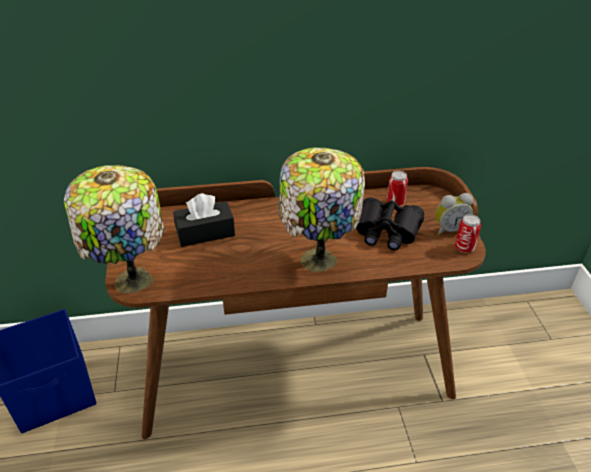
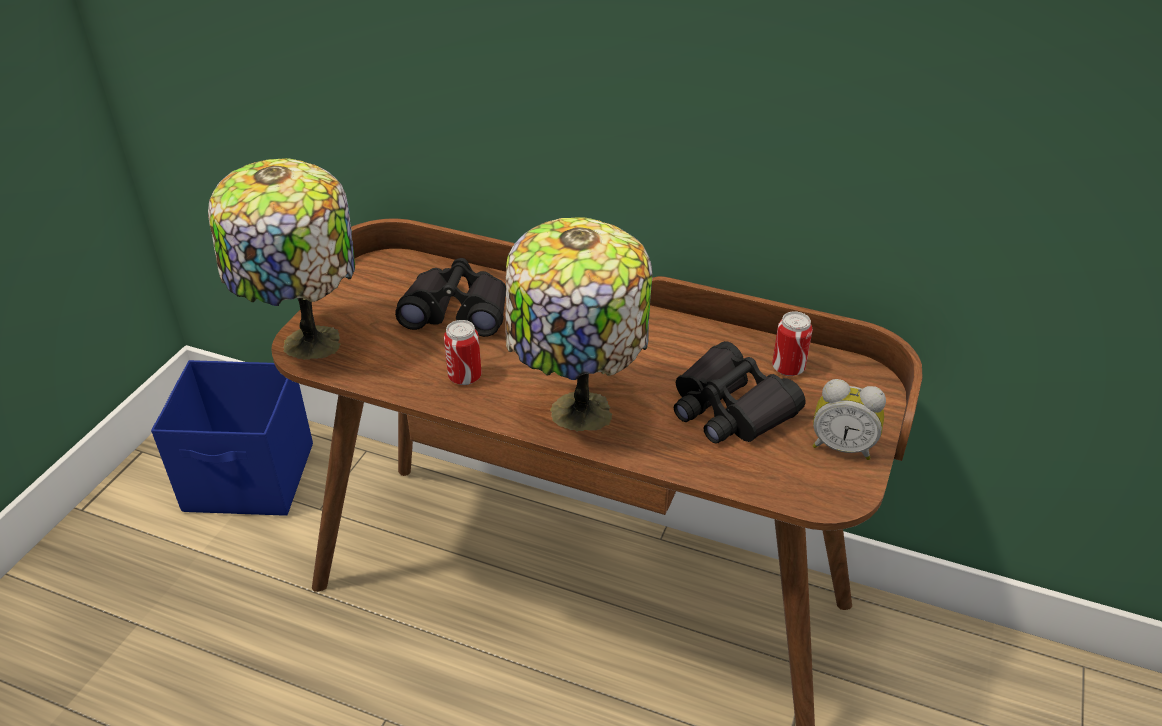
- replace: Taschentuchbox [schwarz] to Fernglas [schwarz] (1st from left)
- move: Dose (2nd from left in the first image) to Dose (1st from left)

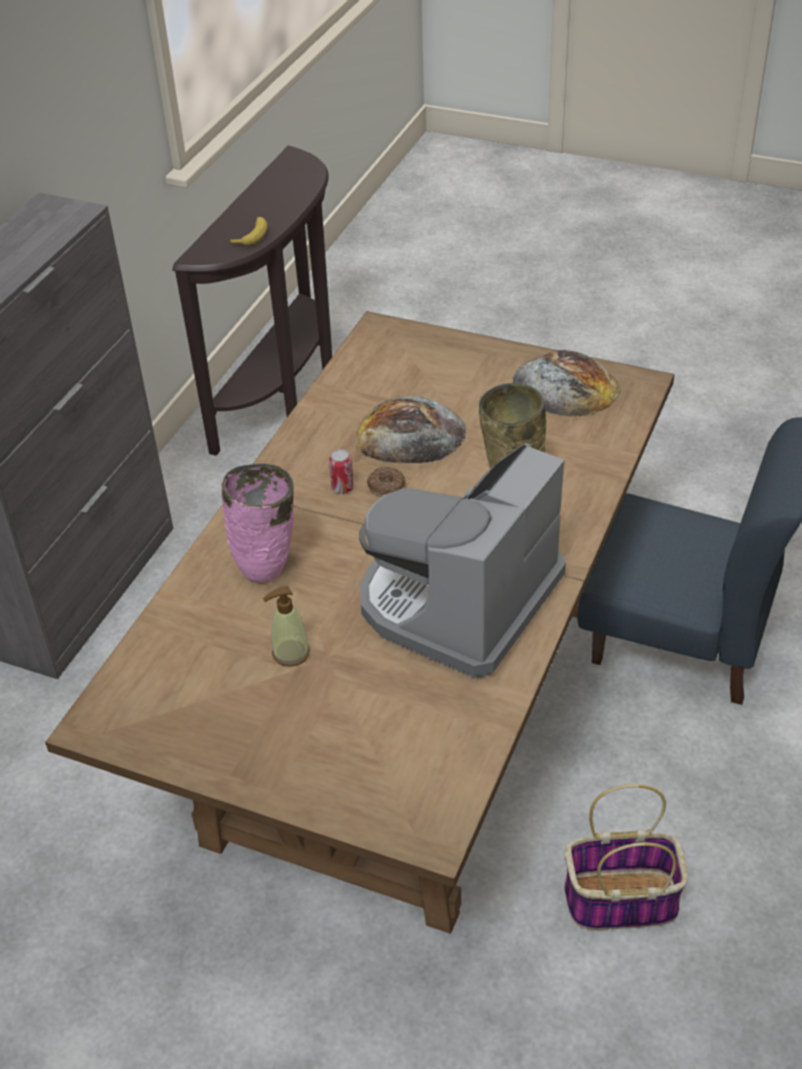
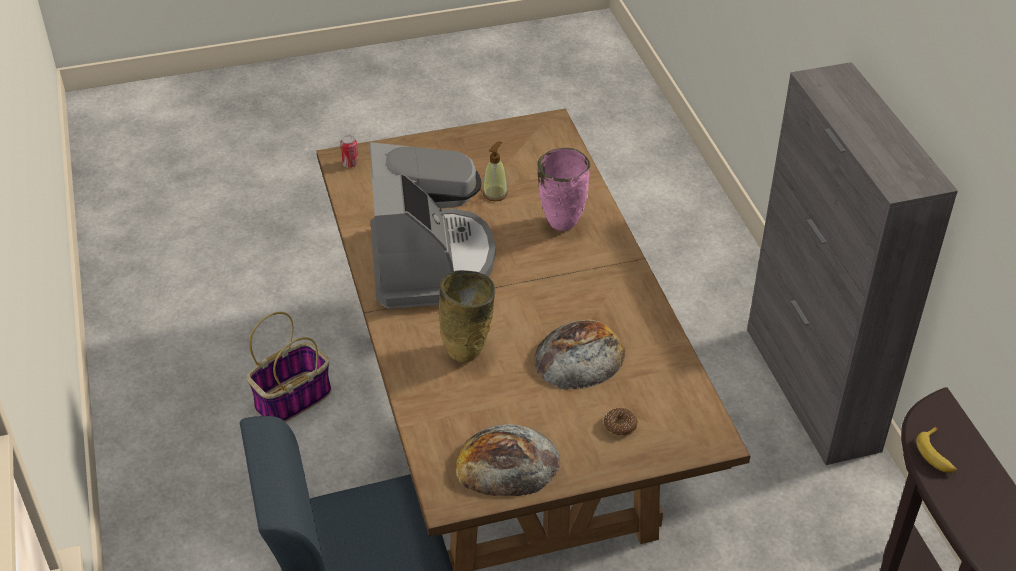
- move: Dose
- move: Donut

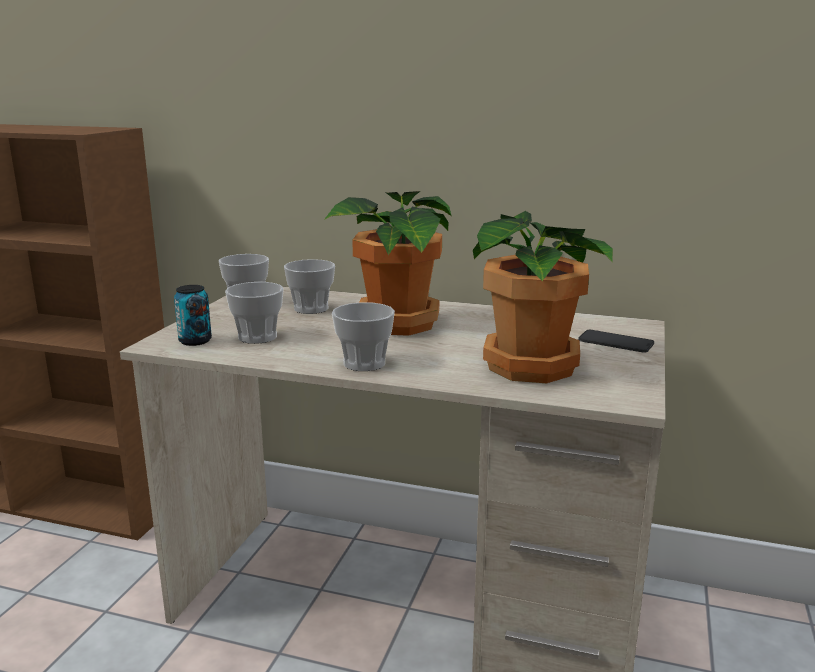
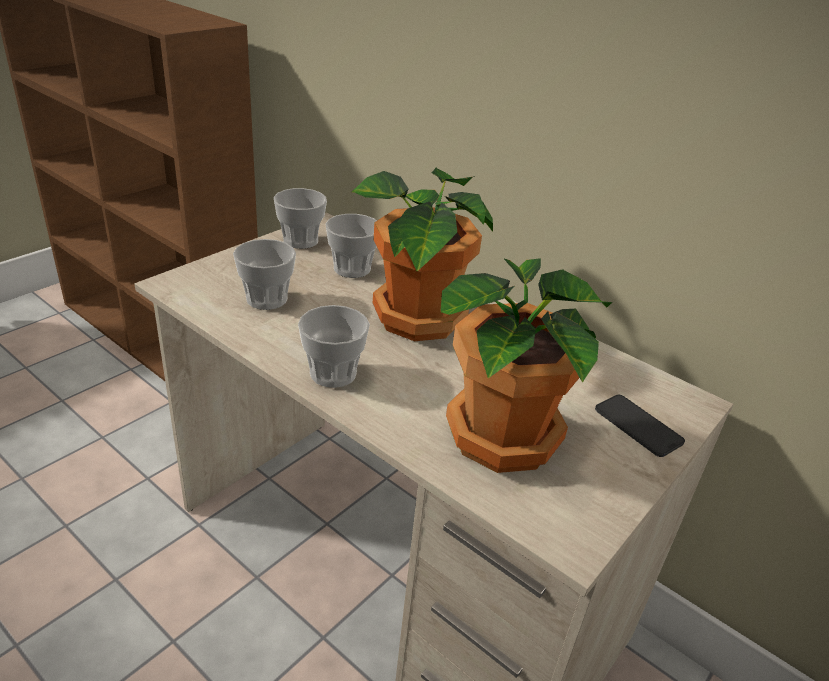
- delete: Dose

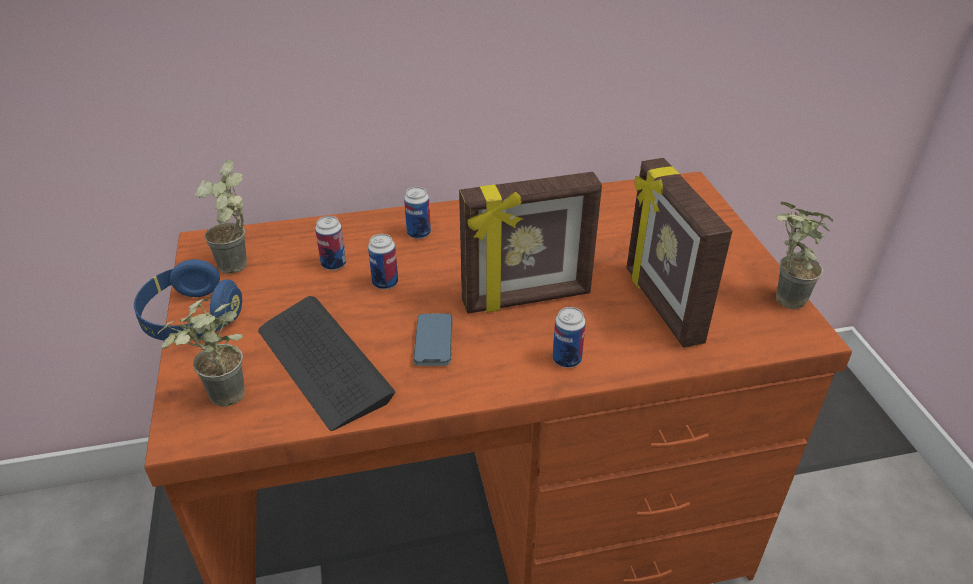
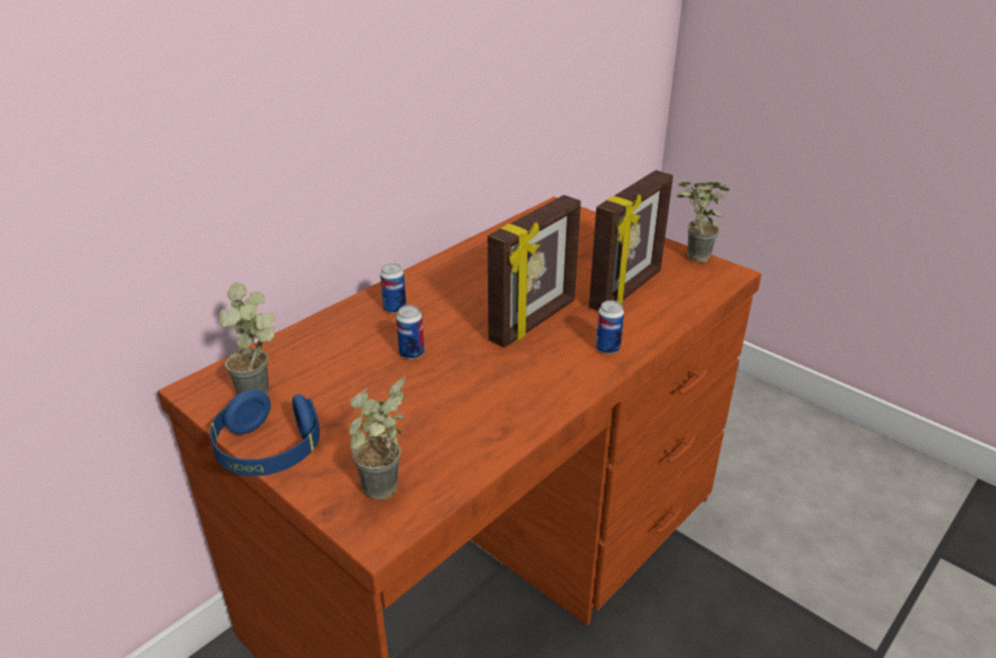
- rotate: Bilderrahmen (2nd from left) 90 degrees counterclockwise
- delete: Dose (1st from left)
- delete: Tastatur
- delete: Handy

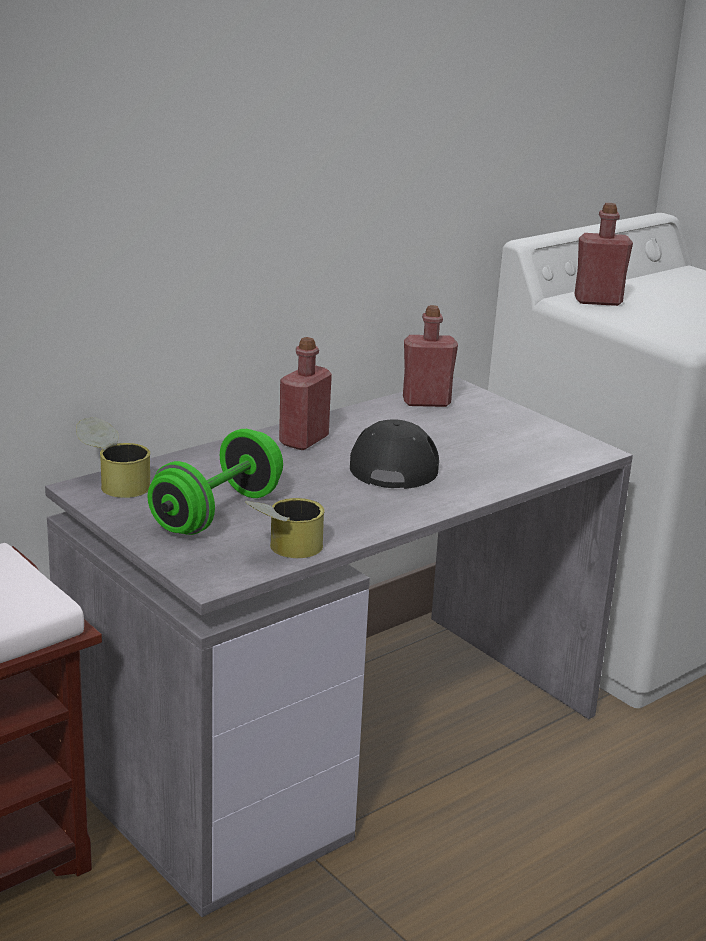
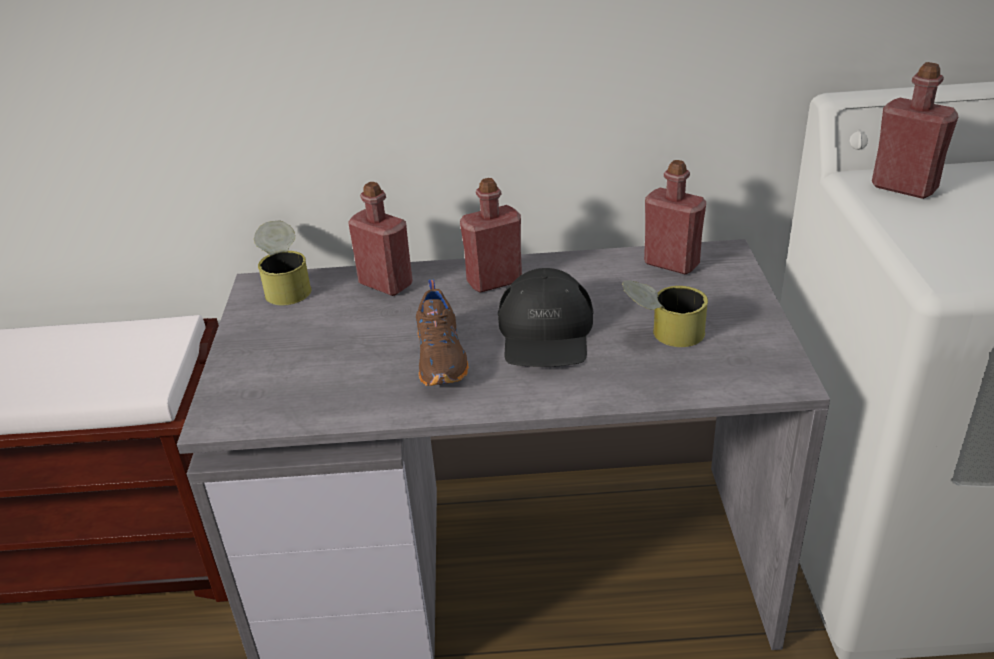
- rotate: Kappe [schwarz] 135 degrees clockwise
- delete: Hantel [grün]
- move: Dose (2nd from left)
- insert: Flasche [rot] (1st from left)
- insert: Schuh [braun]

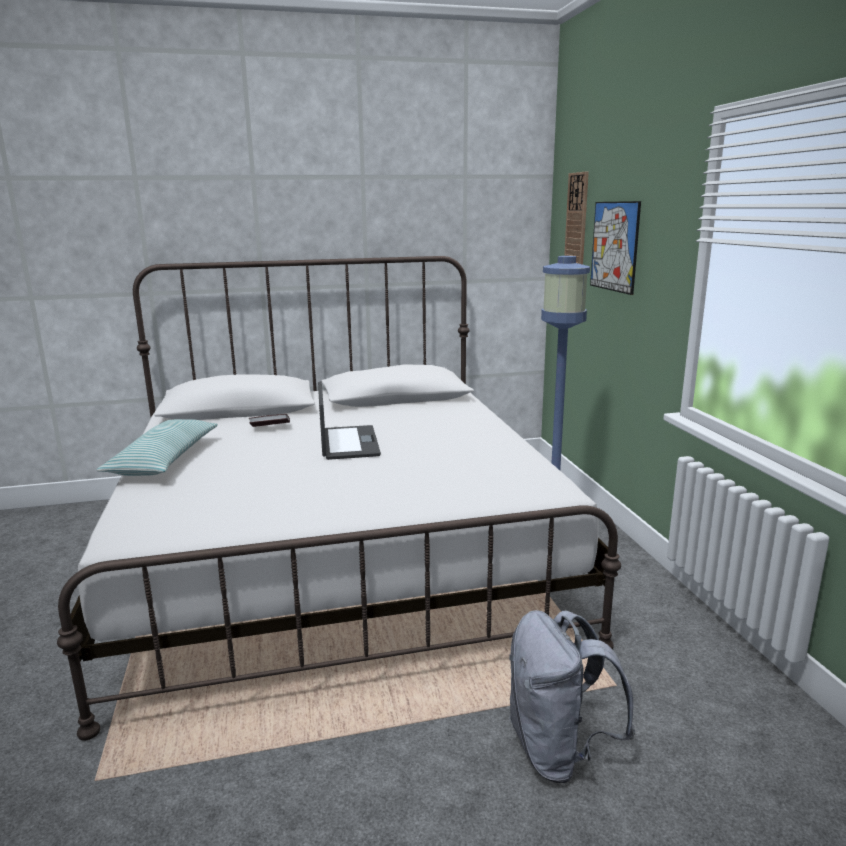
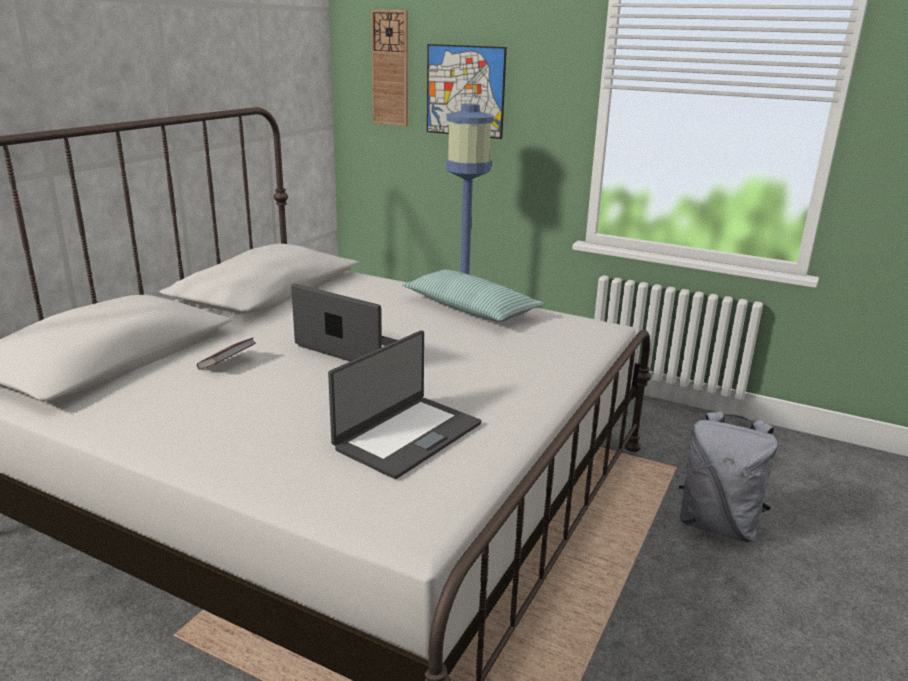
- move: Kissen
- insert: Laptop (2nd from left)

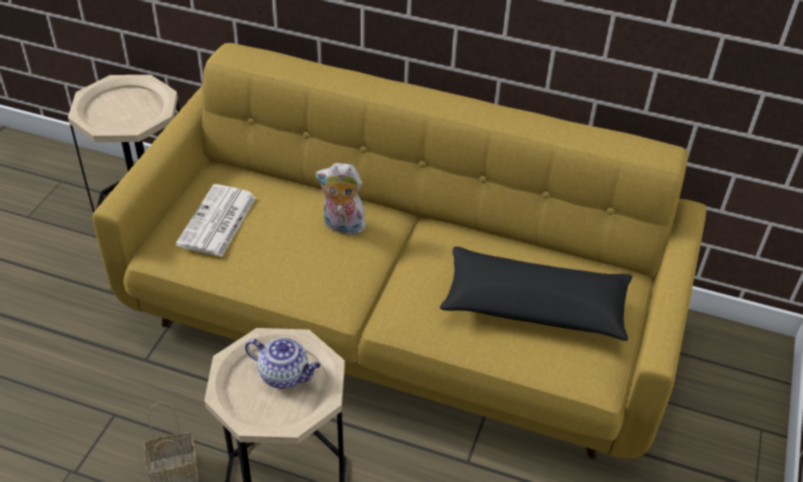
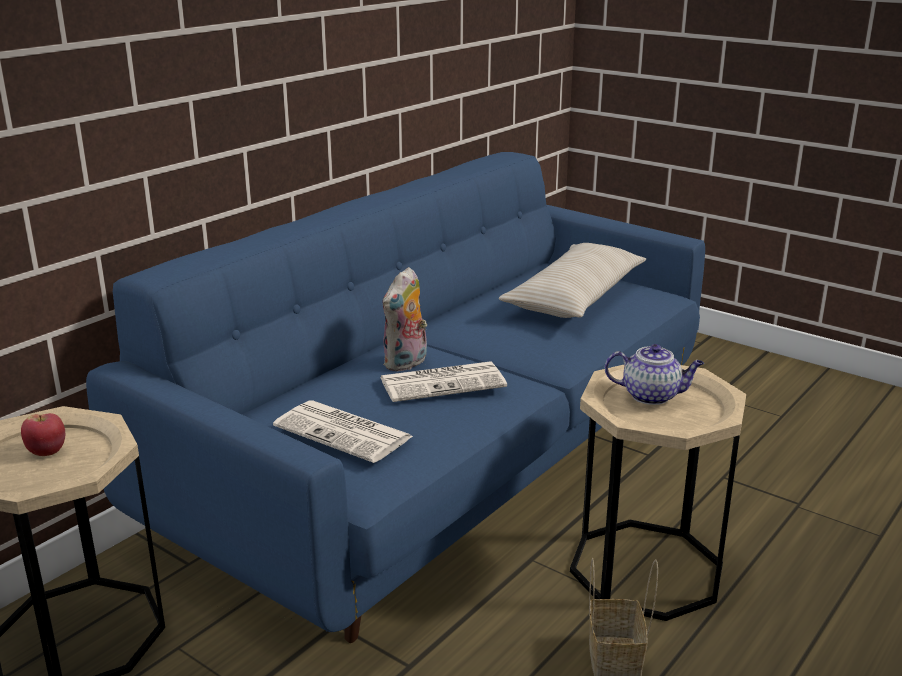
- recolor: Sofa [gelb] to Sofa [blau]
- recolor: Kissen [schwarz] to Kissen [beige]
- rotate: Teekanne 60 degrees clockwise
- insert: Zeitung (2nd from left)
- insert: Apfel

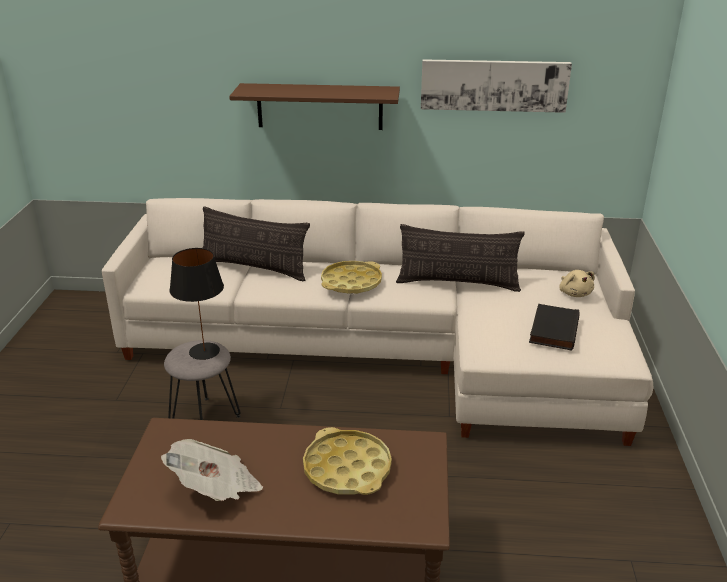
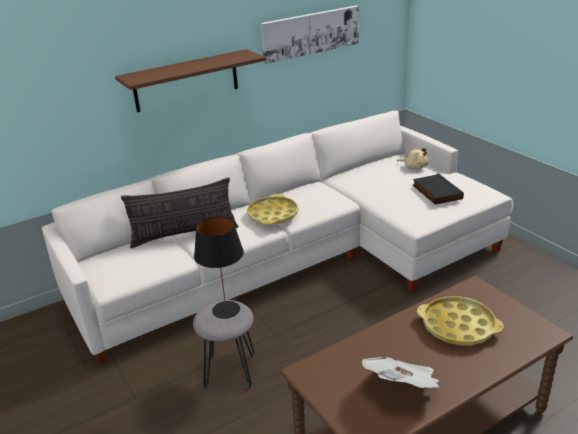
- delete: Kissen (2nd from left)

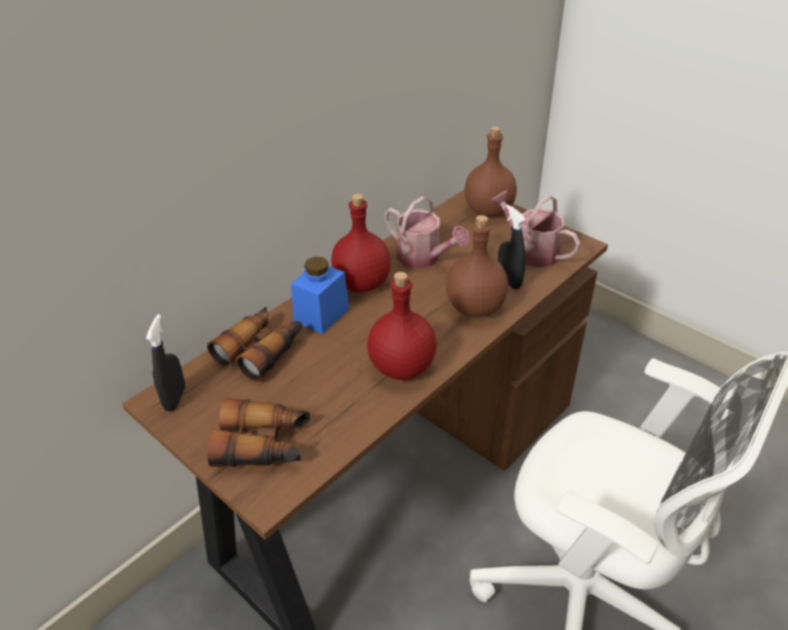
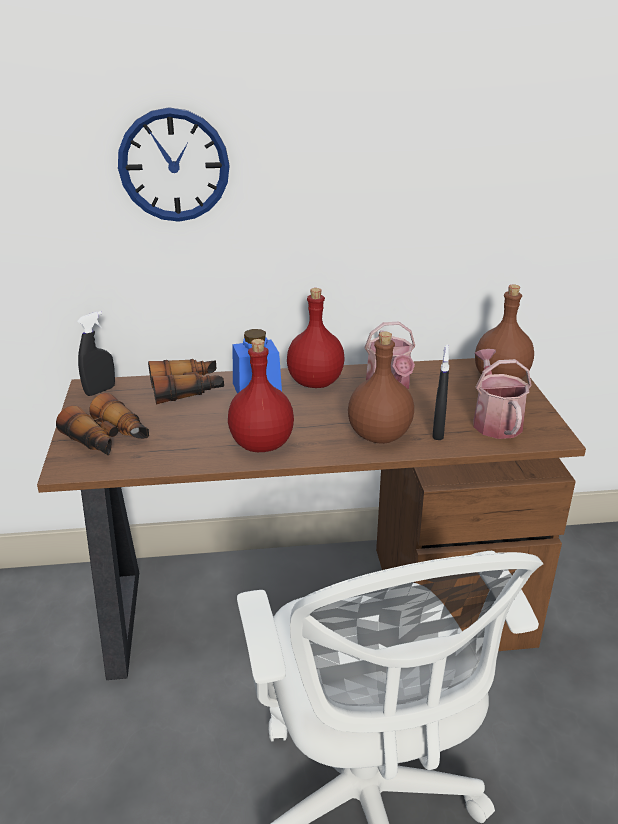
- insert: Wanduhr

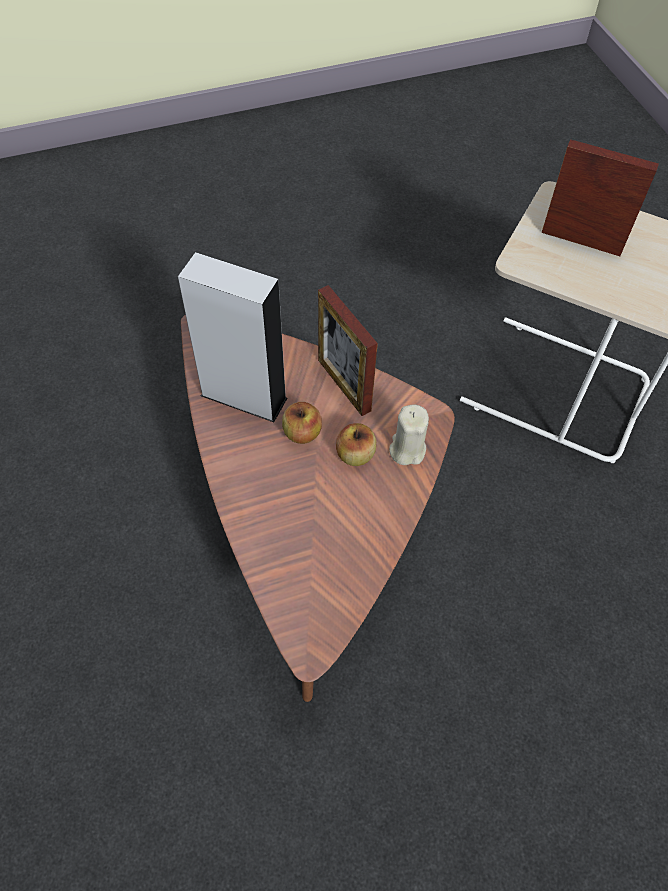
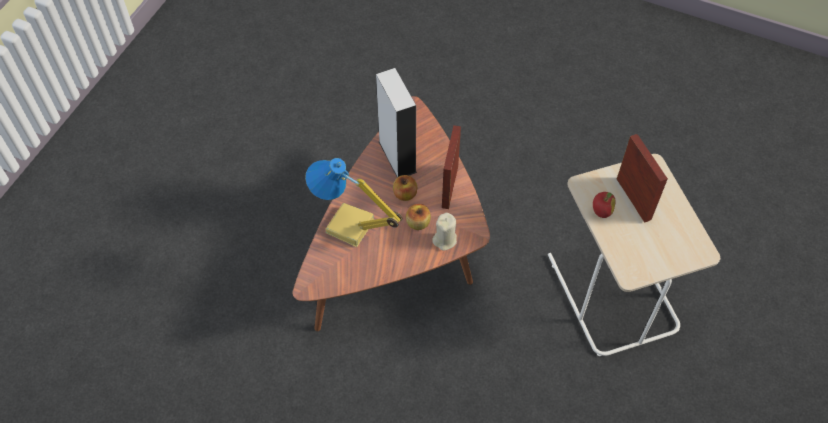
- insert: Tischlampe
- insert: Apfel (3rd from left)

